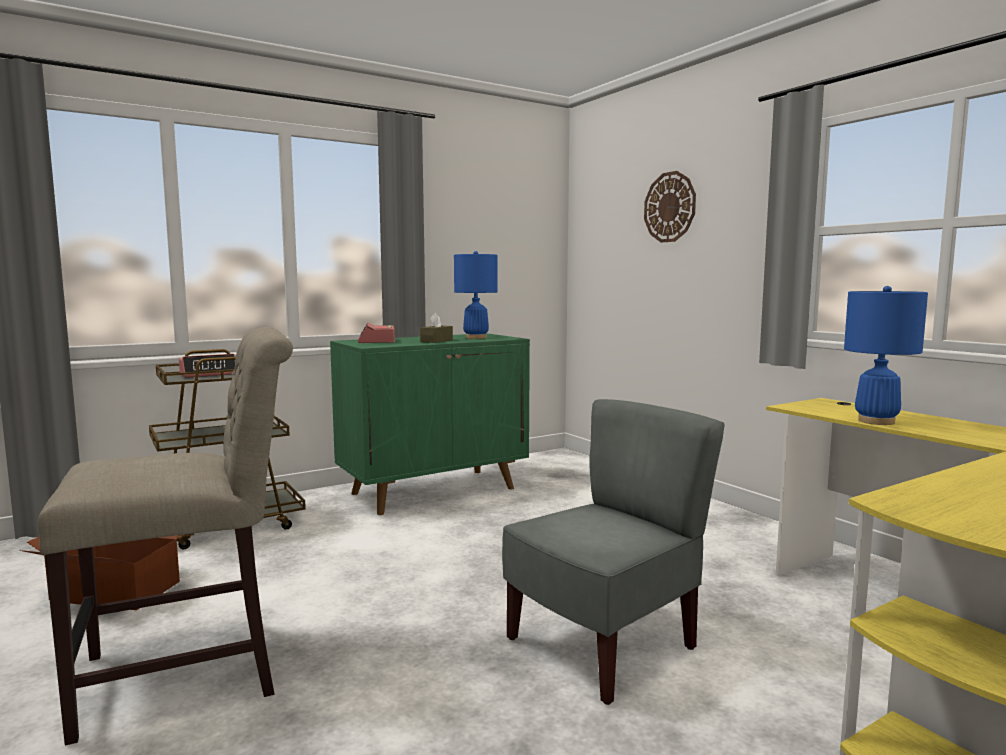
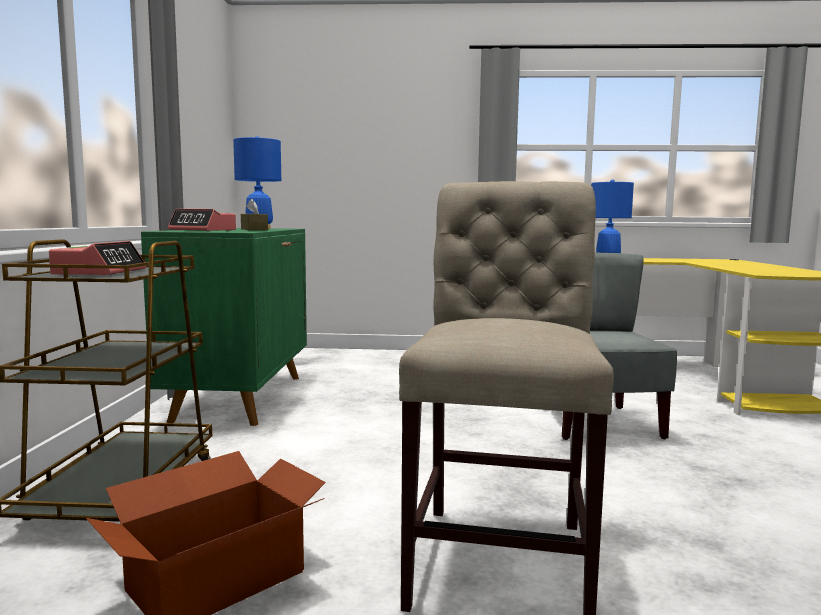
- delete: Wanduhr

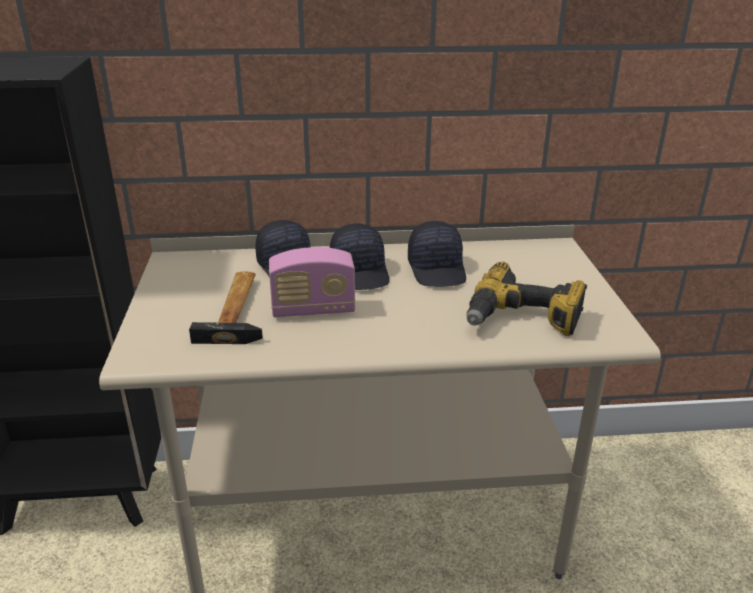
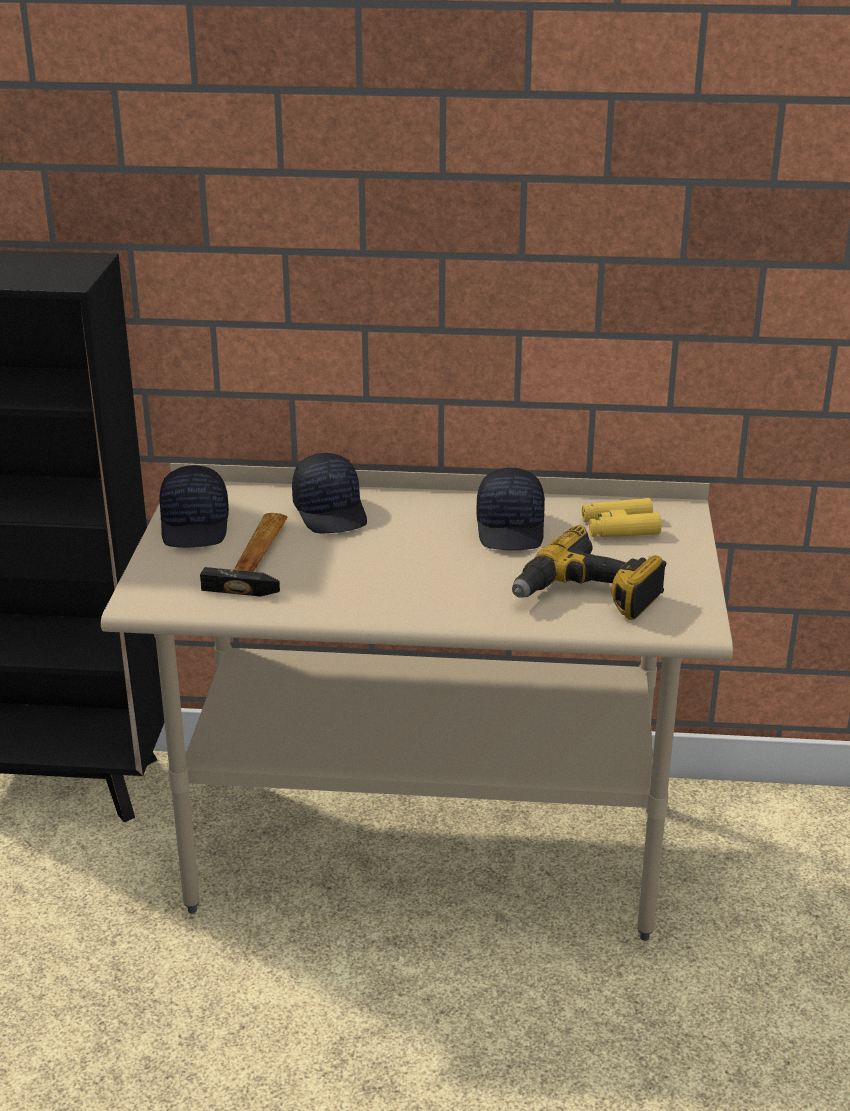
- move: Kappe [schwarz] (2nd from left in the first image) to Kappe [schwarz] (1st from left)
- delete: Radio
- insert: Fernglas [gelb]

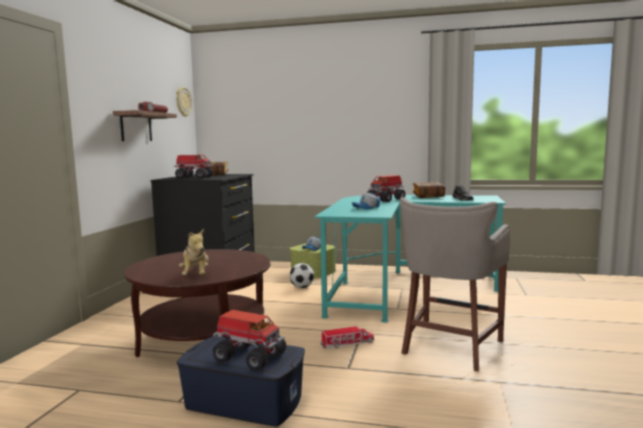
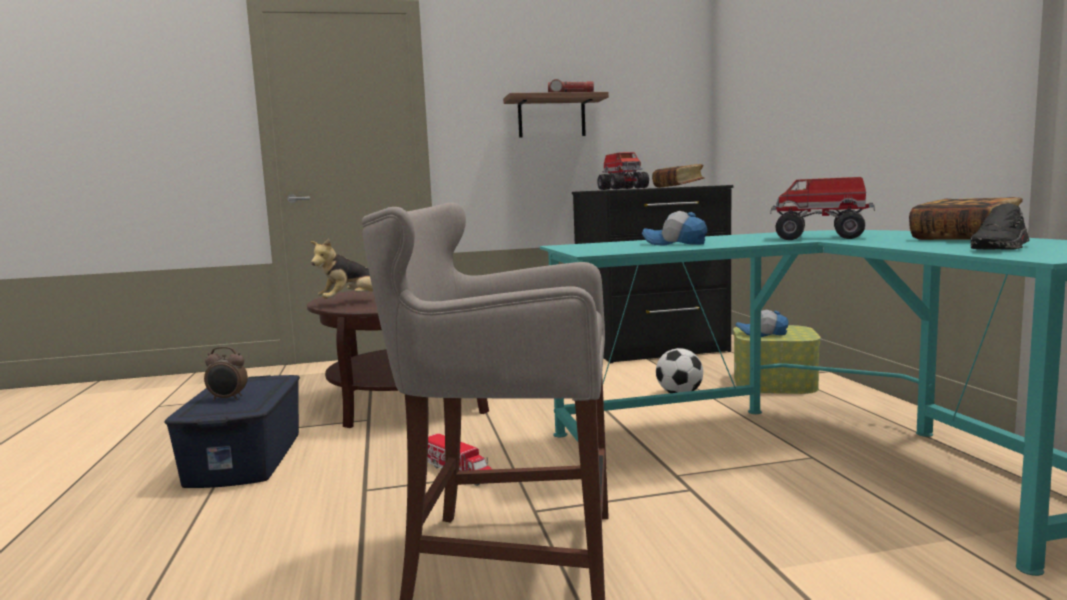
- delete: Wanduhr
- replace: Spielzeuglaster (2nd from left) to Wecker

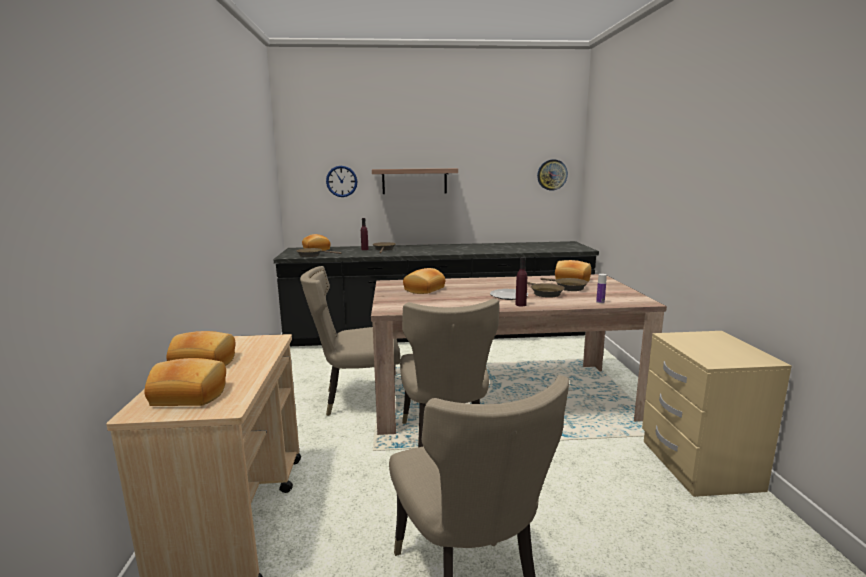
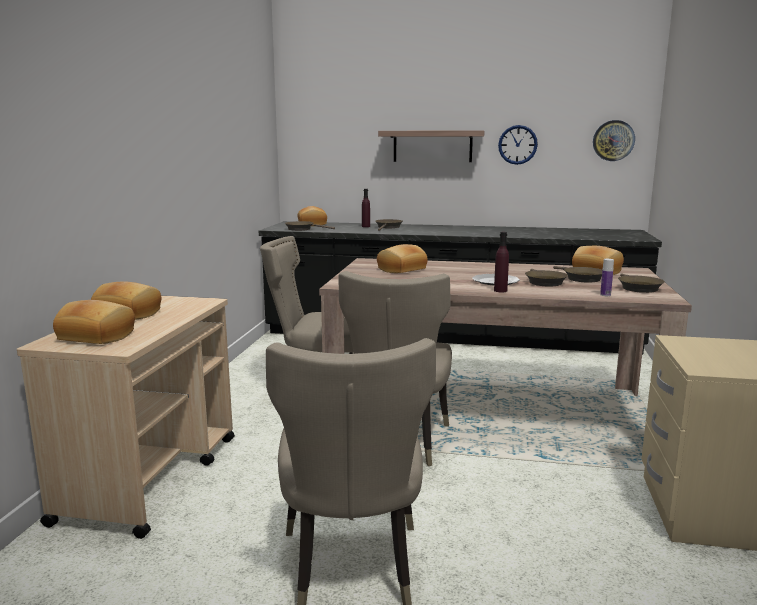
- move: Wanduhr (1st from left)
- insert: Pfanne [braun] (5th from left)

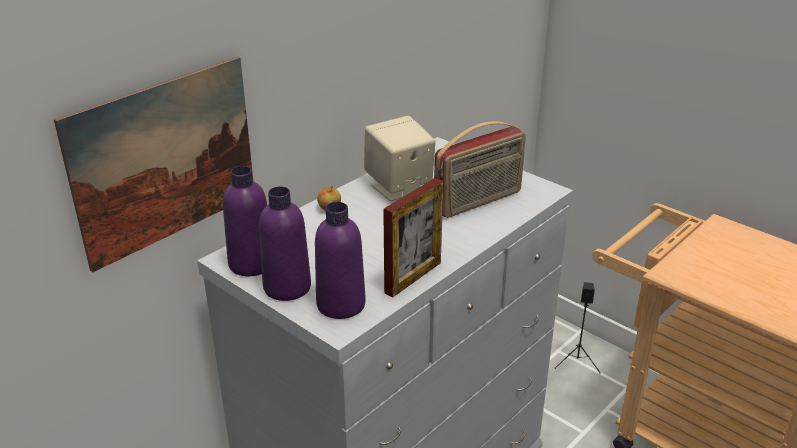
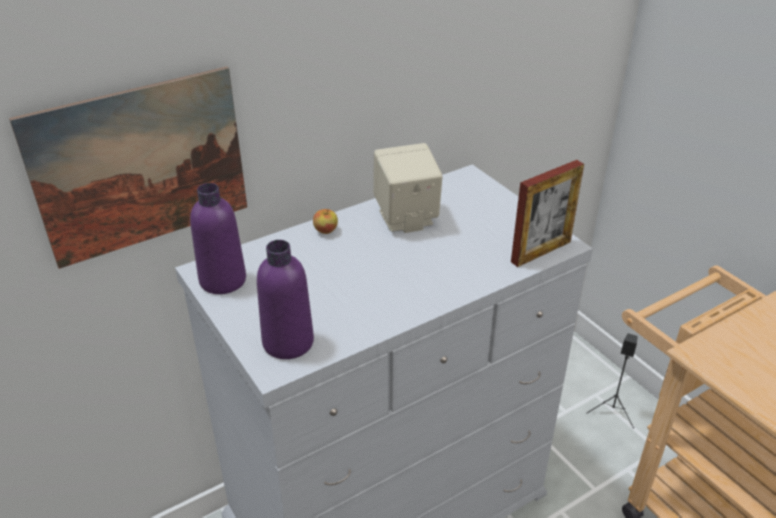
- delete: Radio
- move: Bilderrahmen
- delete: Flasche [lila] (2nd from left)

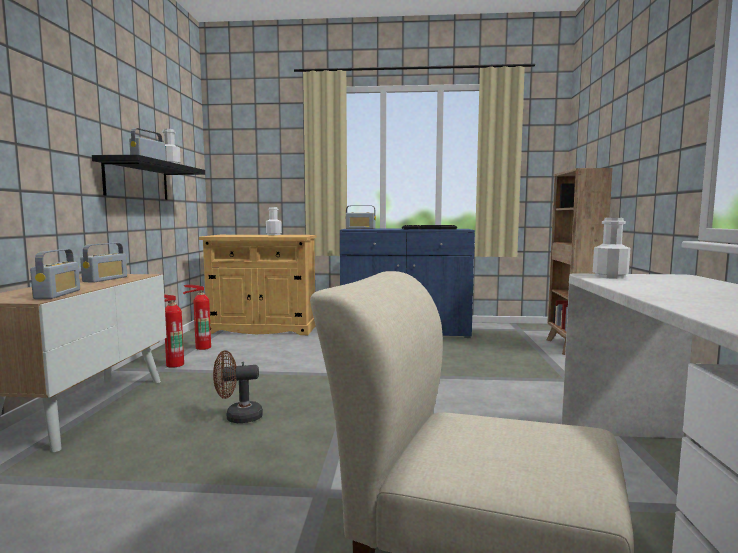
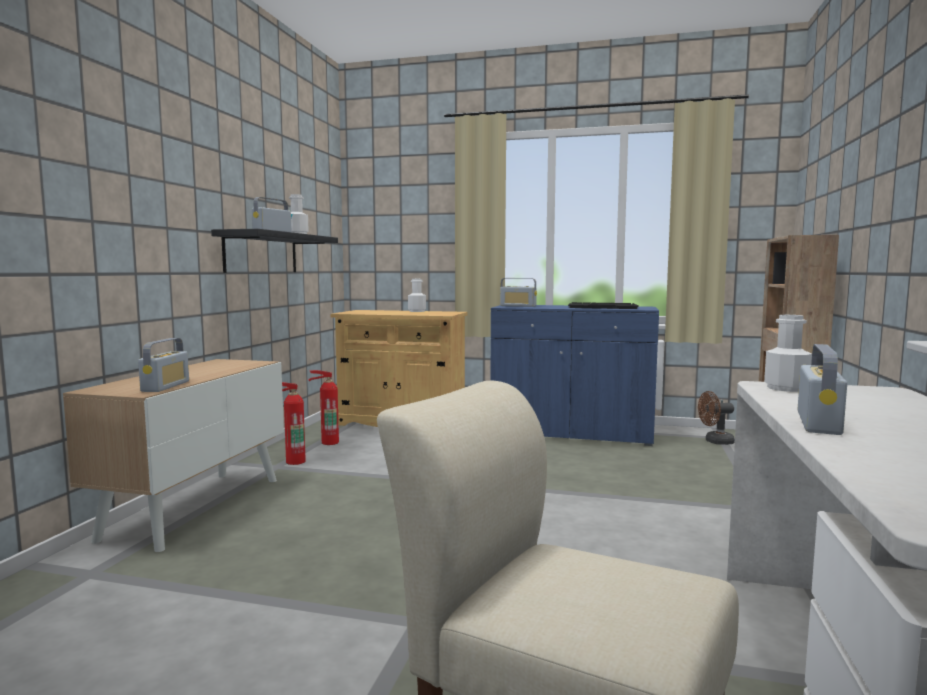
- move: Radio (2nd from left in the first image) to Radio (4th from left)
- move: Ventilator [braun]

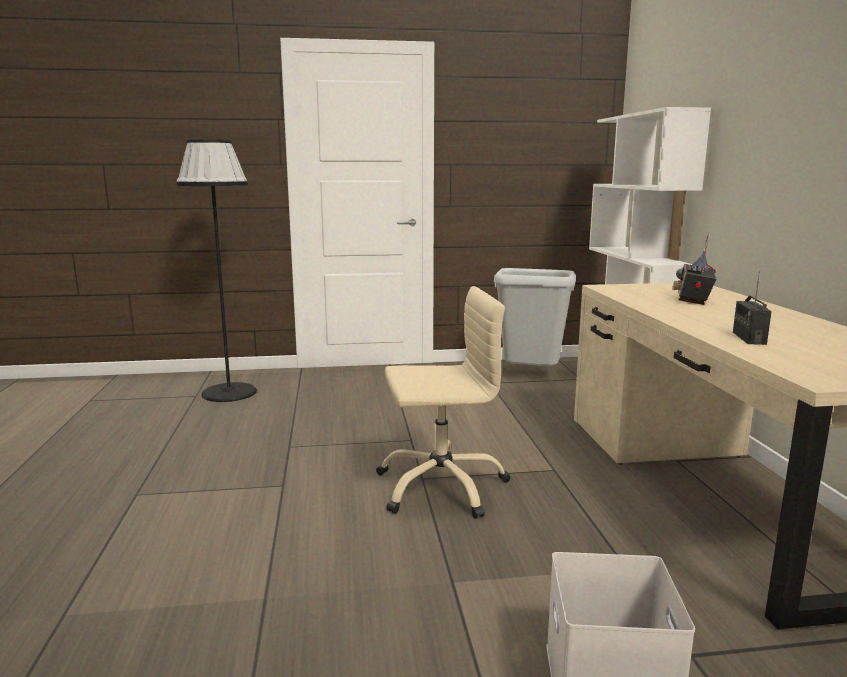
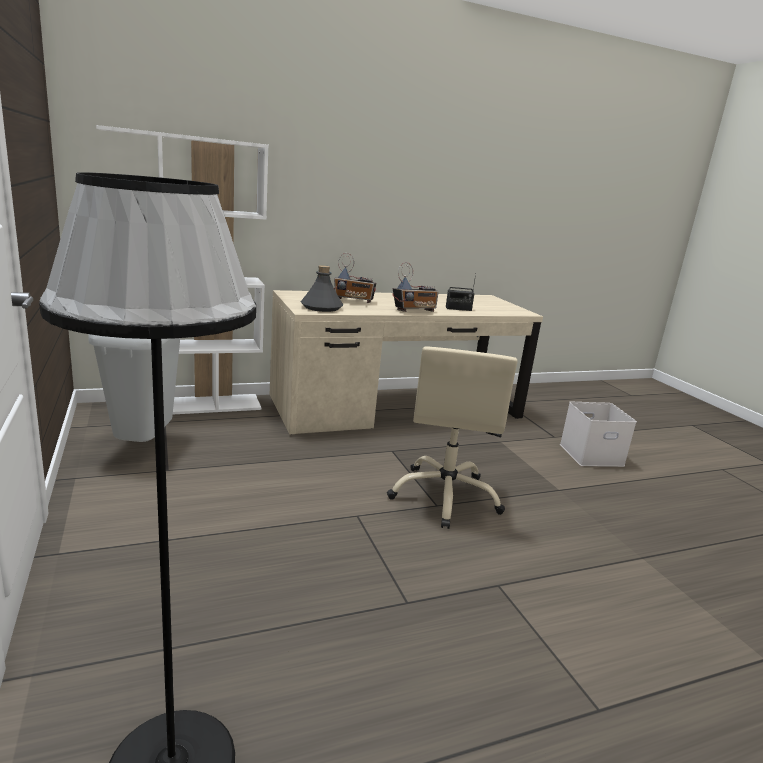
- rotate: Bürostuhl [beige] 150 degrees counterclockwise
- insert: Radio (2nd from left)
- insert: Flasche [grau]

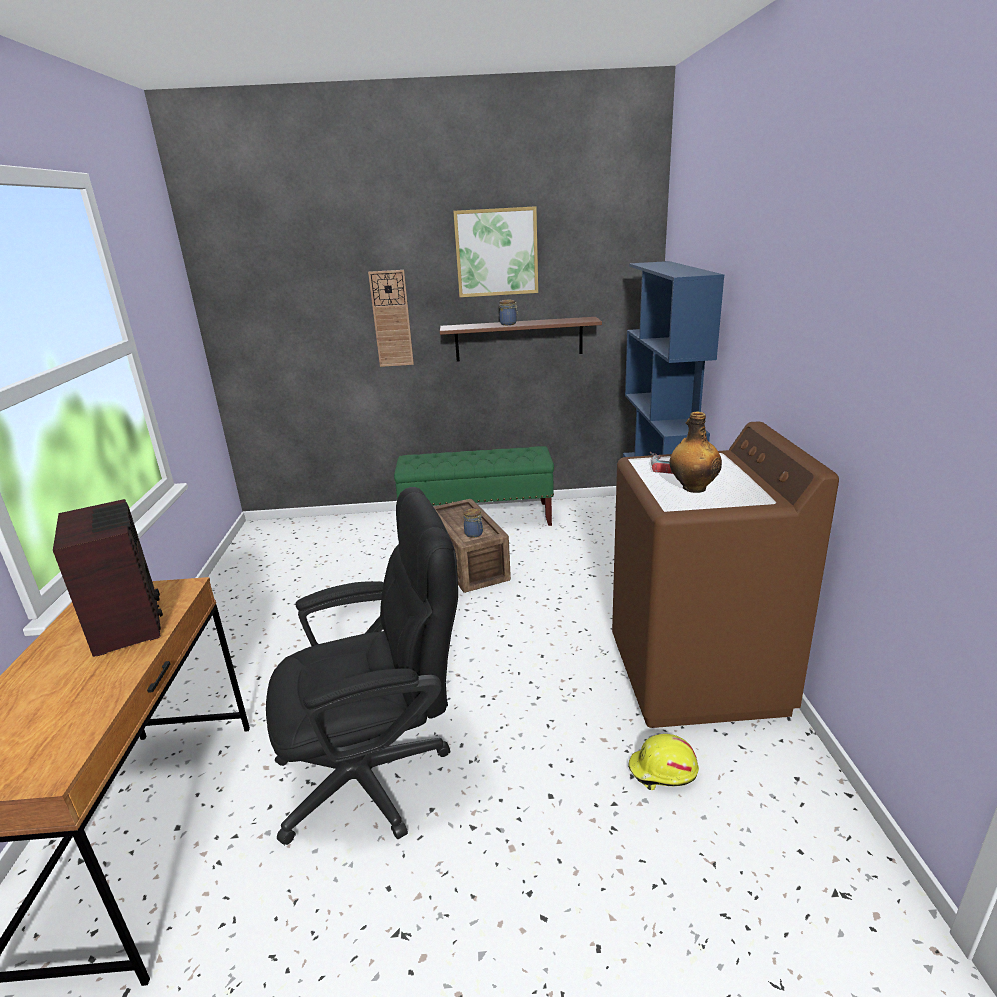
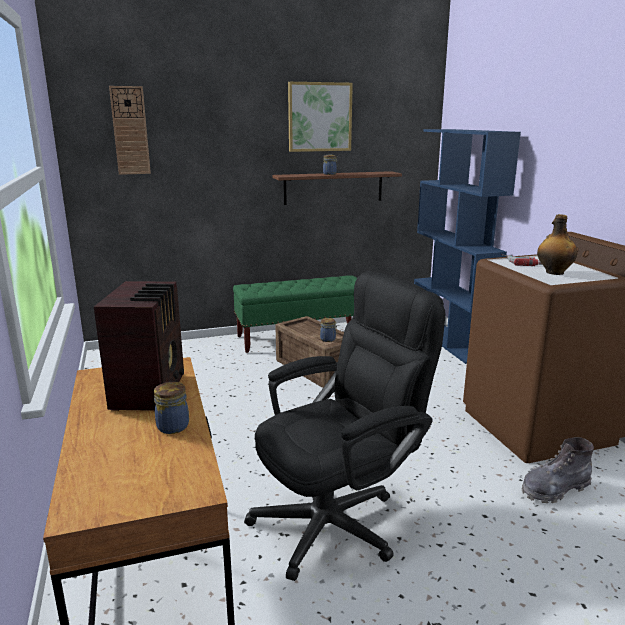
- move: Wanduhr
- rotate: Radio 45 degrees clockwise
- replace: Schutzhelm [gelb] to Stiefel [grau]
- insert: Vorratsglas (1st from left)

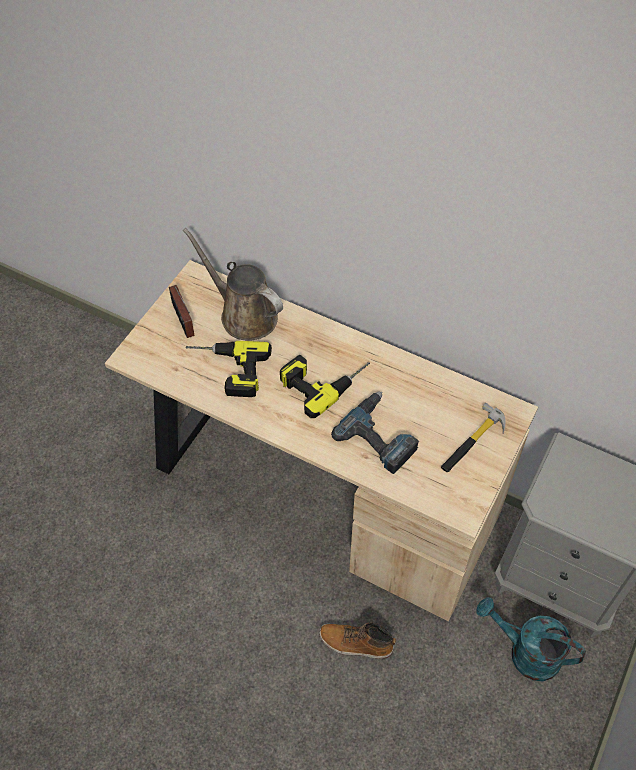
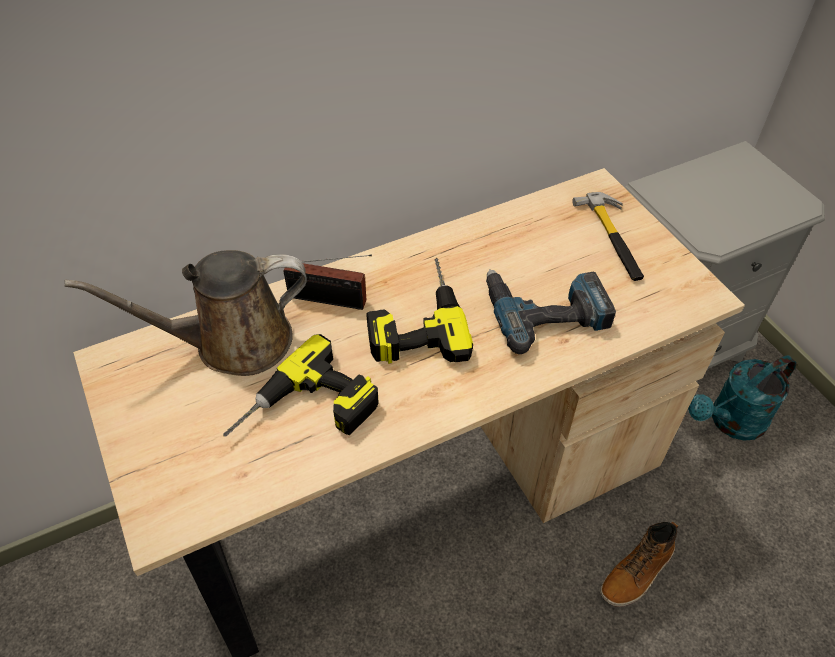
- move: Radio

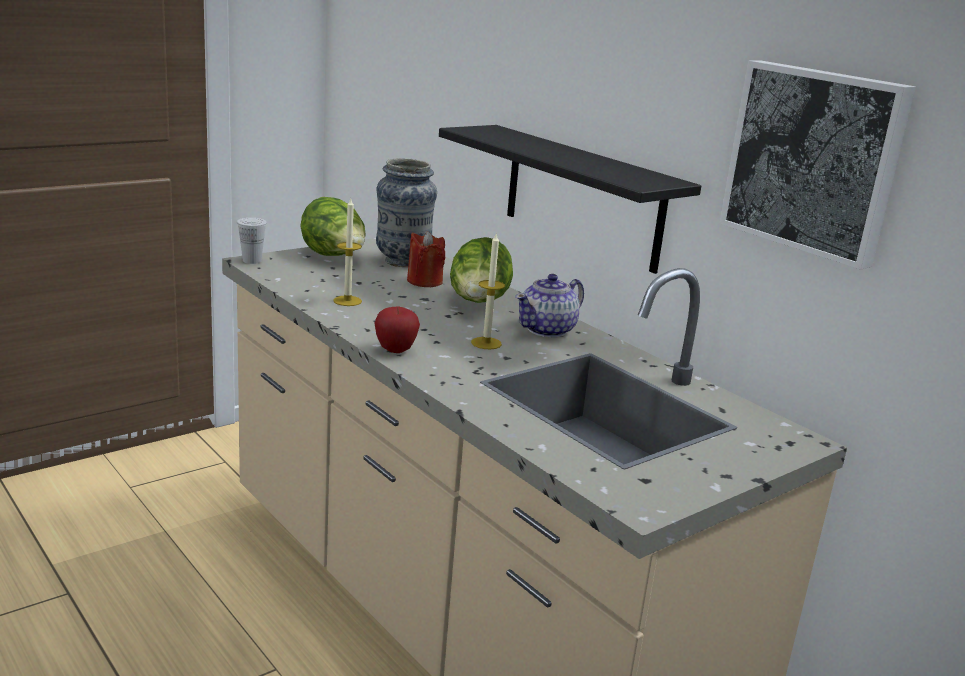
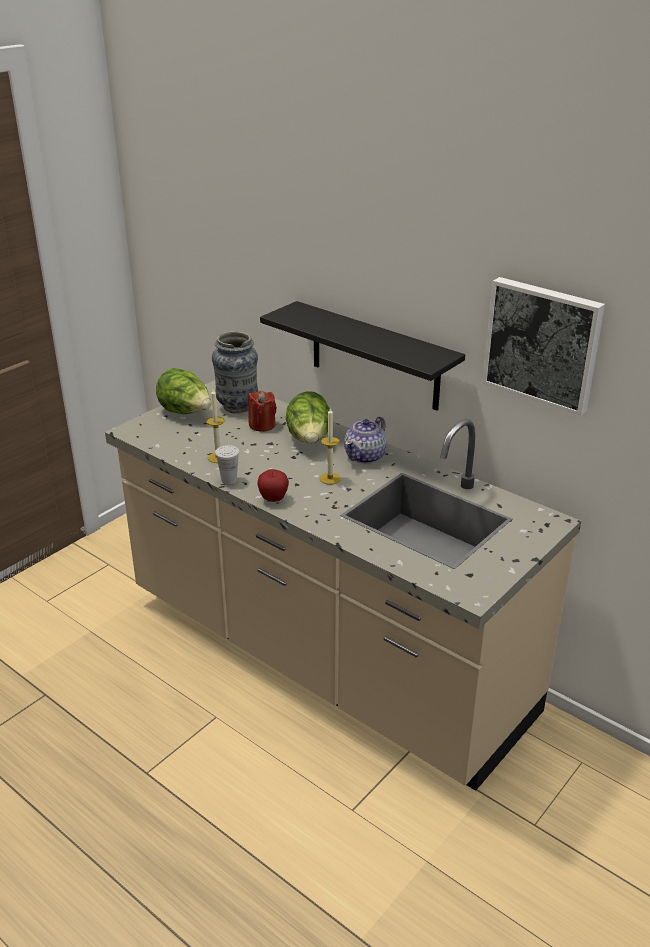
- move: Tasse [weiß]

